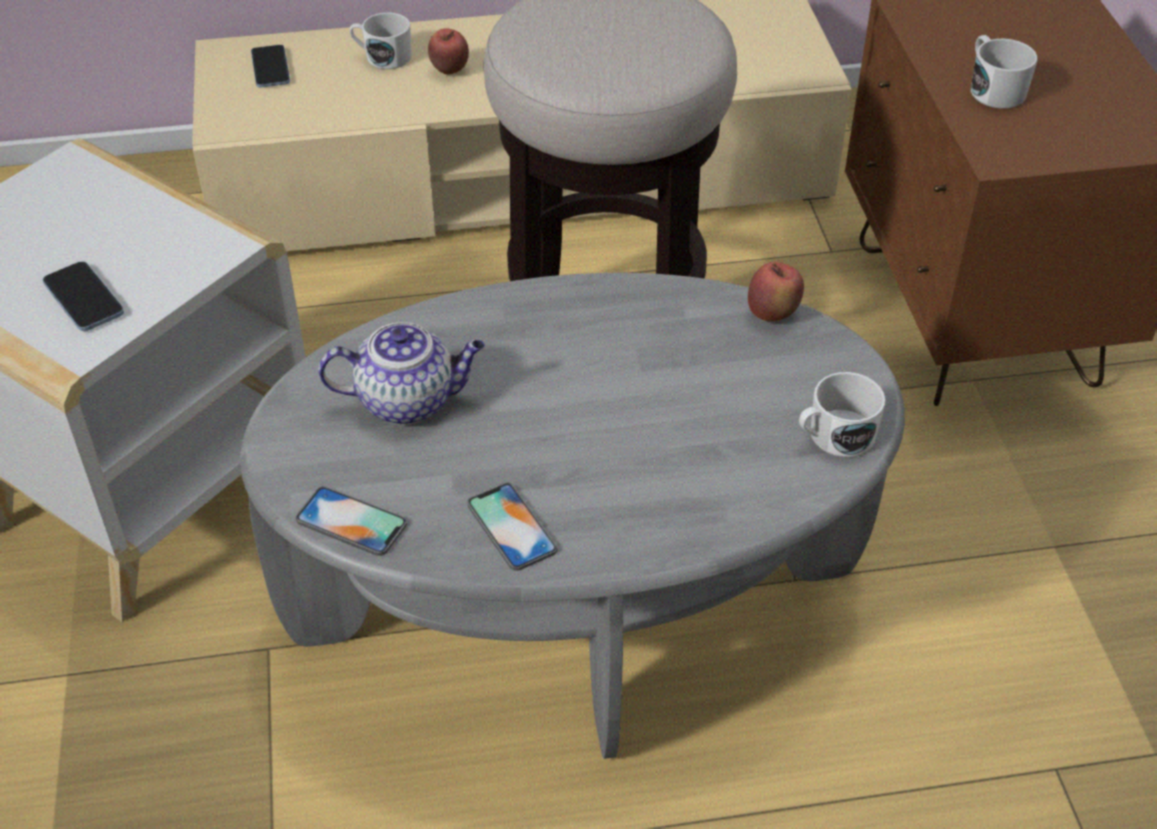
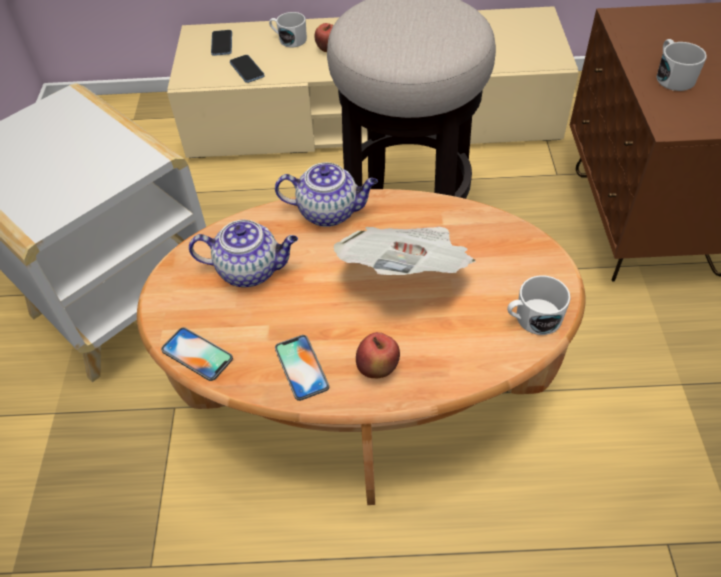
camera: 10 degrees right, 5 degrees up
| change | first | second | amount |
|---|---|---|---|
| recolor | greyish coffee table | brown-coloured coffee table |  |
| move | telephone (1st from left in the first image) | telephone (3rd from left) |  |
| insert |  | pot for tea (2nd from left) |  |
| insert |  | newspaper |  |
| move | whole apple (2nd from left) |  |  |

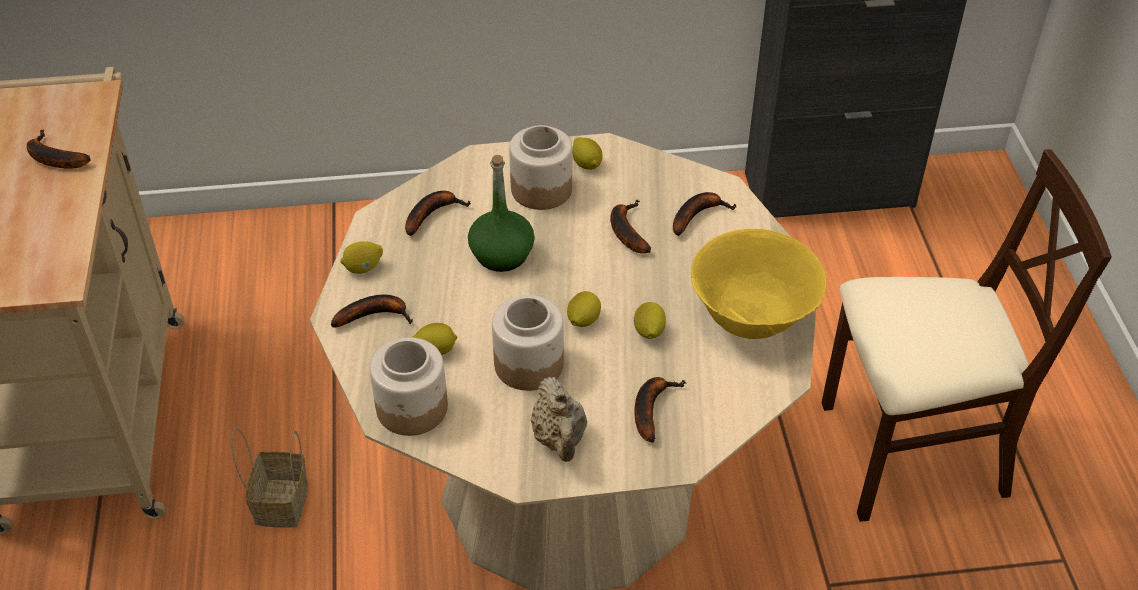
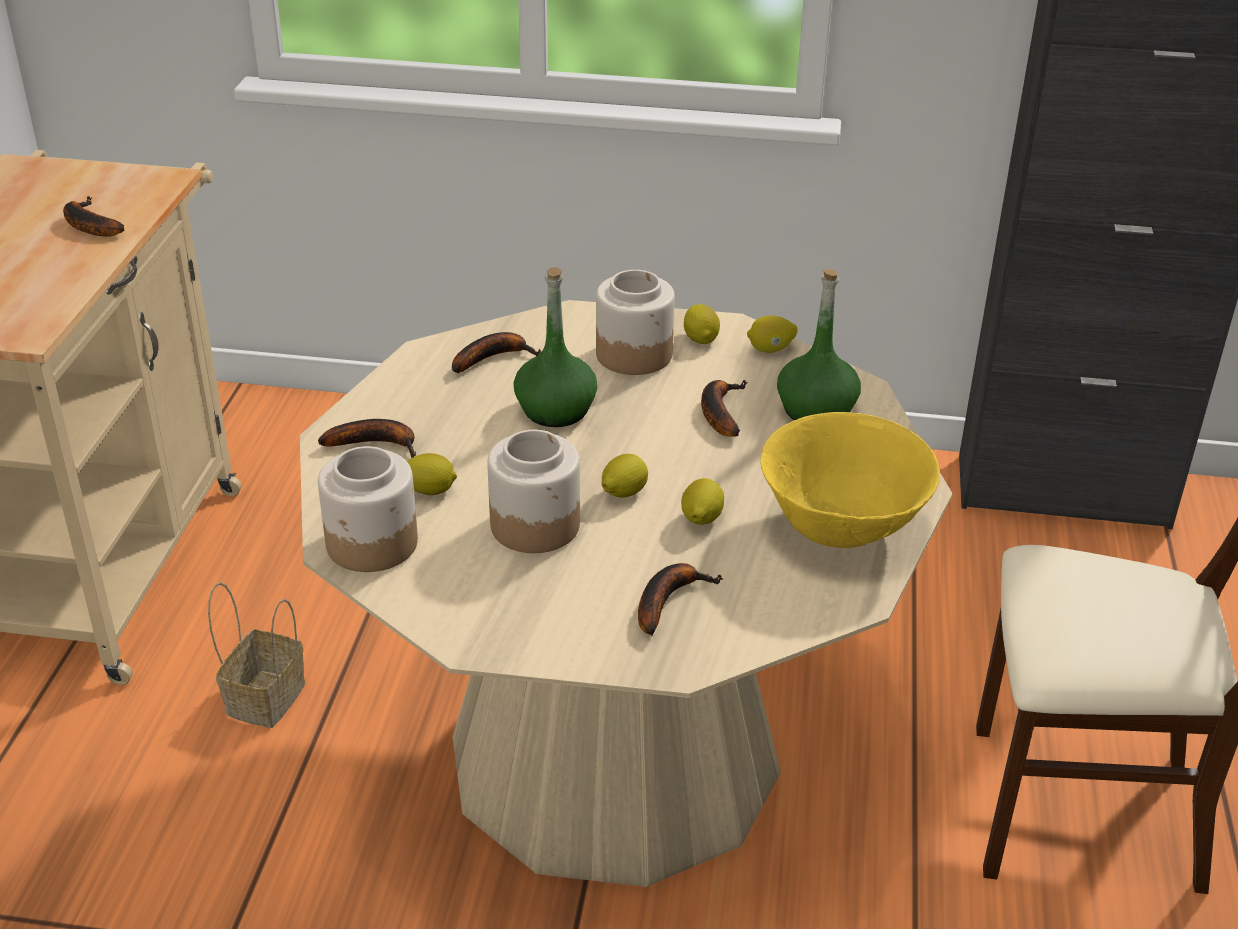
camera: 15 degrees right, 10 degrees down
| change | first | second | amount |
|---|---|---|---|
| move | whole lemon (1st from left in the first image) | whole lemon (5th from left) |  |
| replace | whole banana (6th from left) | green drink bottle (2nd from left) |  |
| delete | beige pot for tea |  |  |

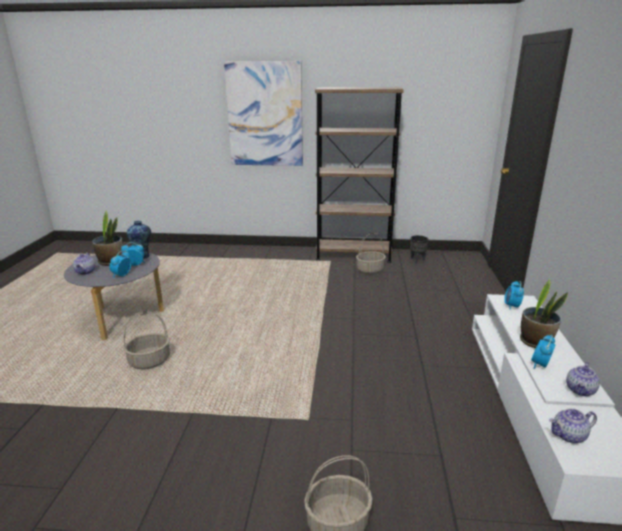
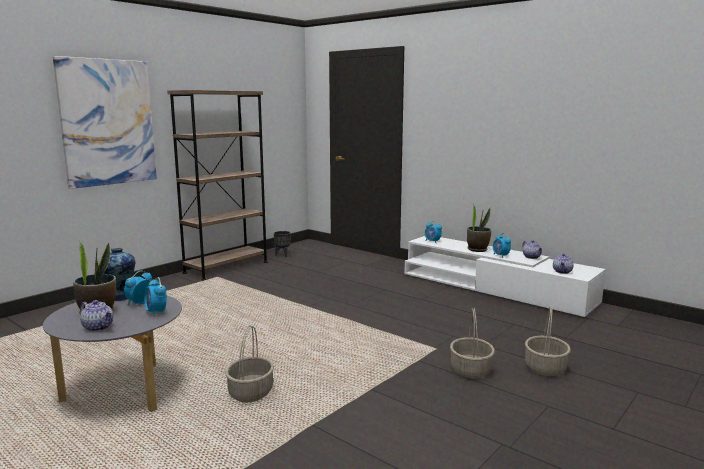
camera: 55 degrees left, 10 degrees down
| change | first | second | amount |
|---|---|---|---|
| move | basket (3rd from left in the first image) | basket (2nd from left) |  |

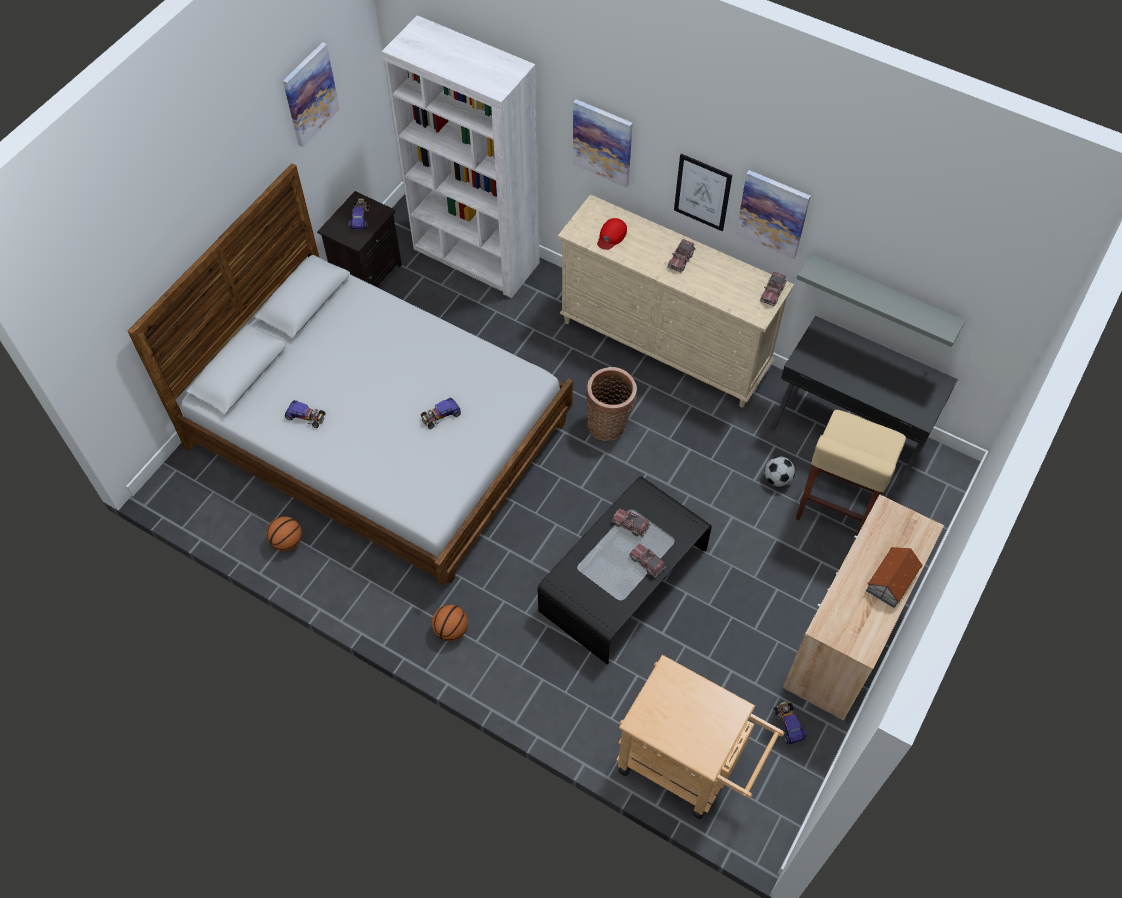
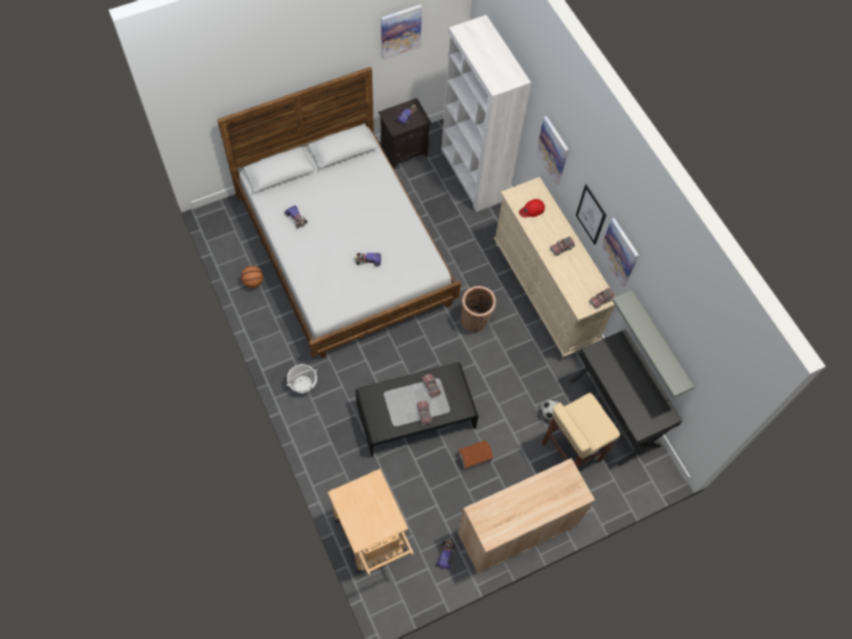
camera: 30 degrees right, 5 degrees up
| change | first | second | amount |
|---|---|---|---|
| replace | ball for basketball (2nd from left) | basket (1st from left) |  |
| move | miniature house |  |  |

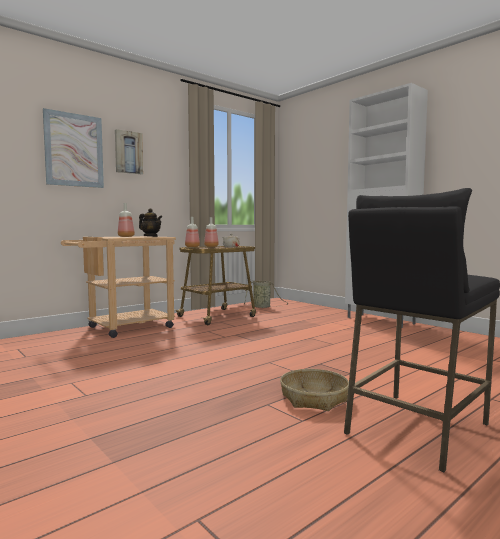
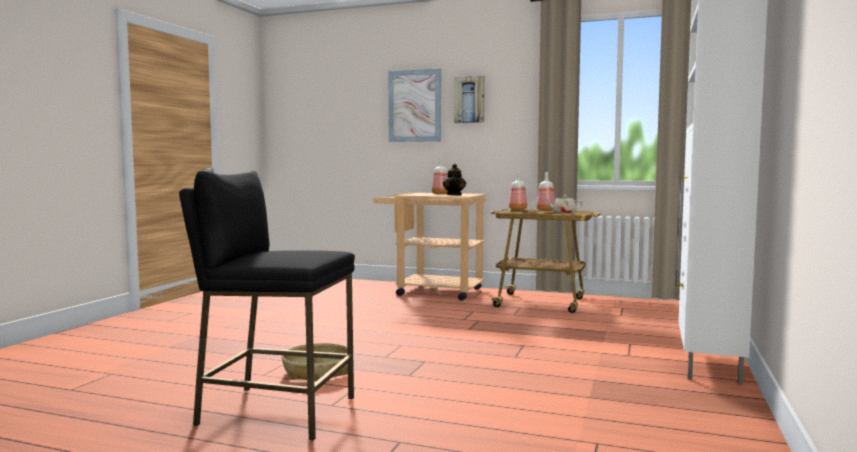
camera: 60 degrees right, 0 degrees up
| change | first | second | amount |
|---|---|---|---|
| delete | basket (1st from left) |  |  |

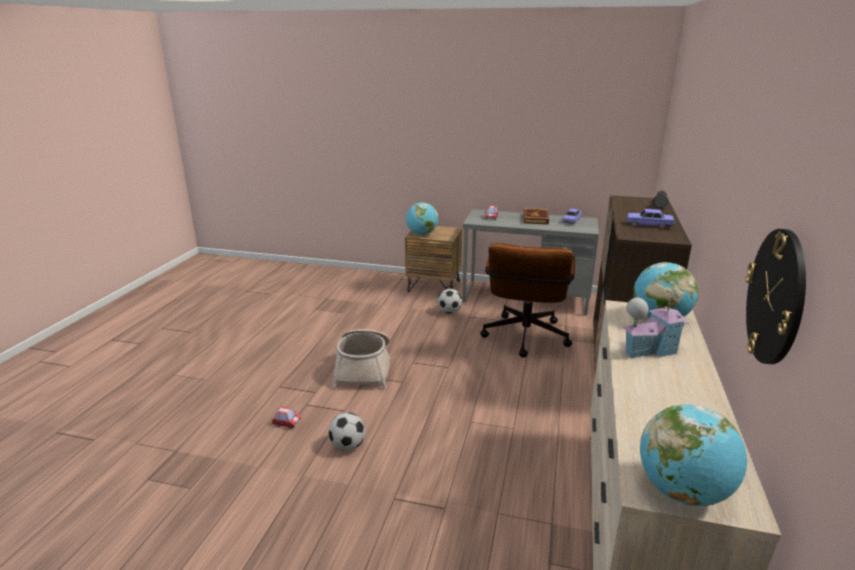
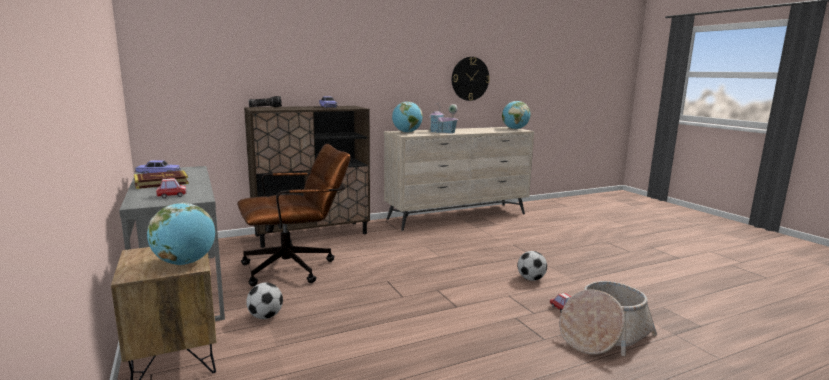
camera: 130 degrees left, 10 degrees down
| change | first | second | amount |
|---|---|---|---|
| move | basket |  |  |

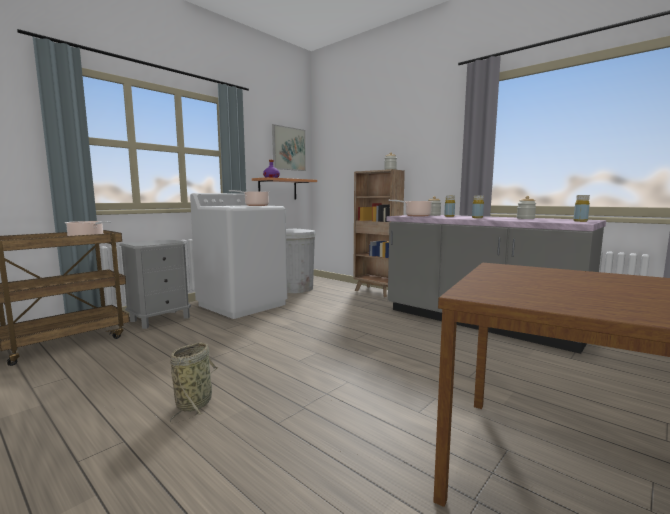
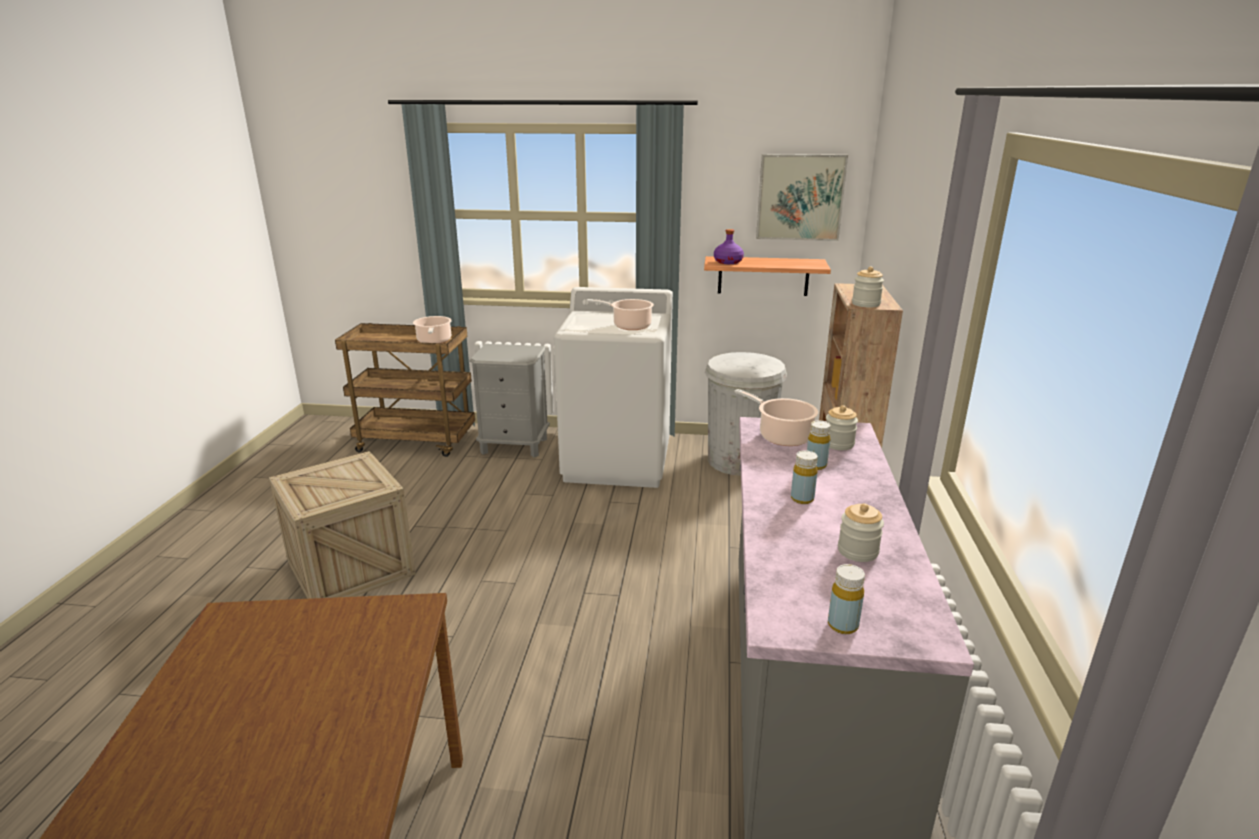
camera: 55 degrees right, 15 degrees up
| change | first | second | amount |
|---|---|---|---|
| replace | basket | crate |  |

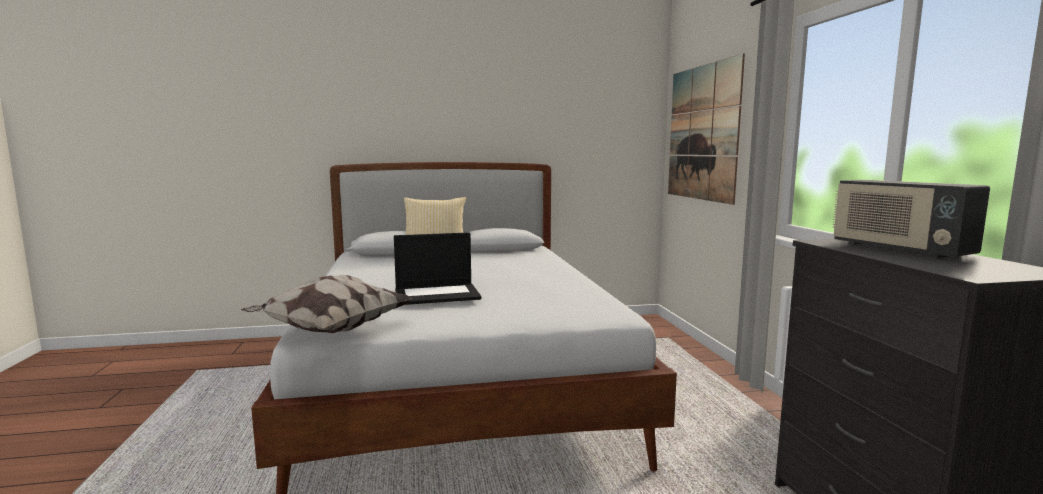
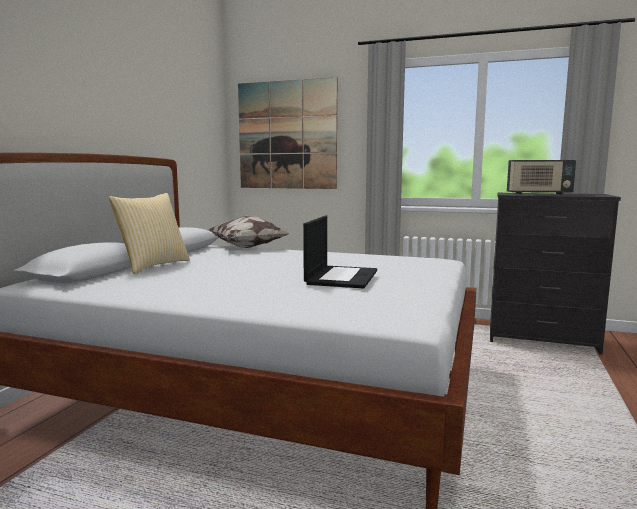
camera: 60 degrees left, 0 degrees up
| change | first | second | amount |
|---|---|---|---|
| move | pillow (1st from left in the first image) | pillow (2nd from left) |  |

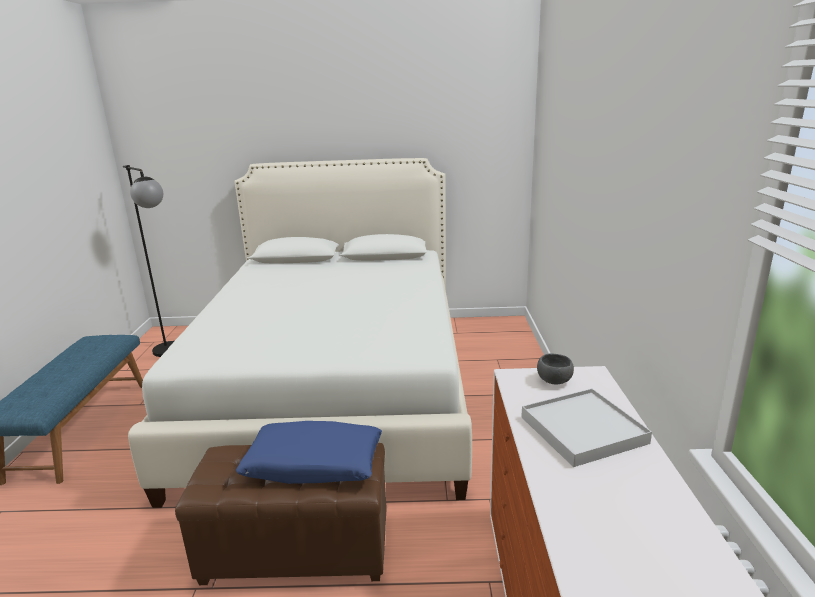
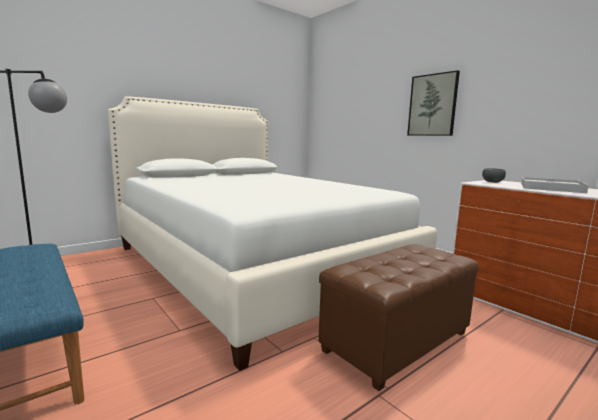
camera: 40 degrees left, 10 degrees down
| change | first | second | amount |
|---|---|---|---|
| insert |  | picture |  |
| delete | bluish pillow |  |  |

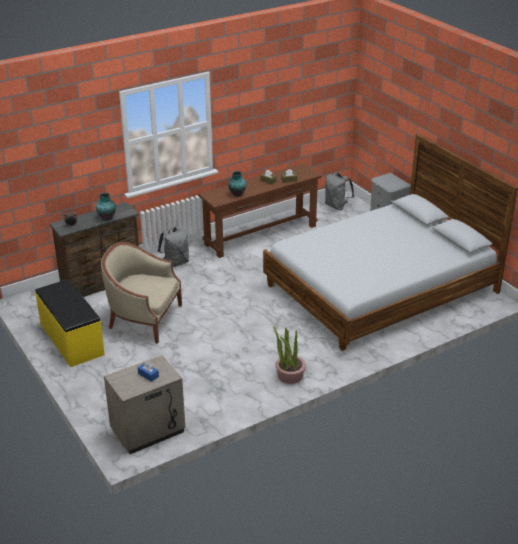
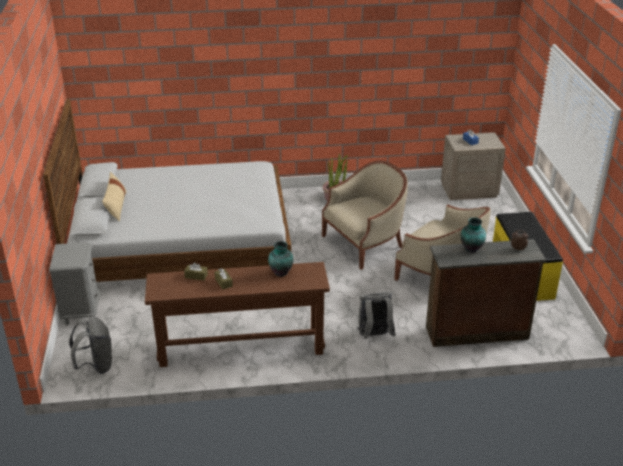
camera: 155 degrees left, 0 degrees up
| change | first | second | amount |
|---|---|---|---|
| insert |  | beige pillow |  |
| insert |  | beige easy chair (1st from left) |  |

